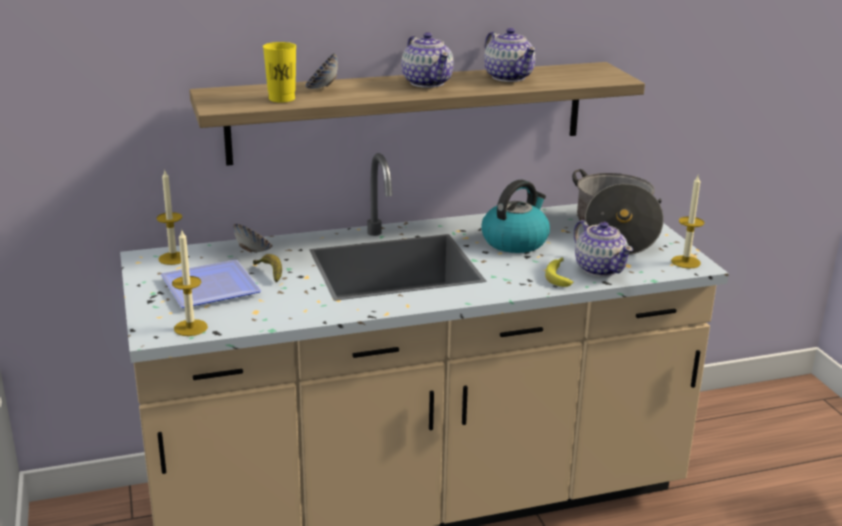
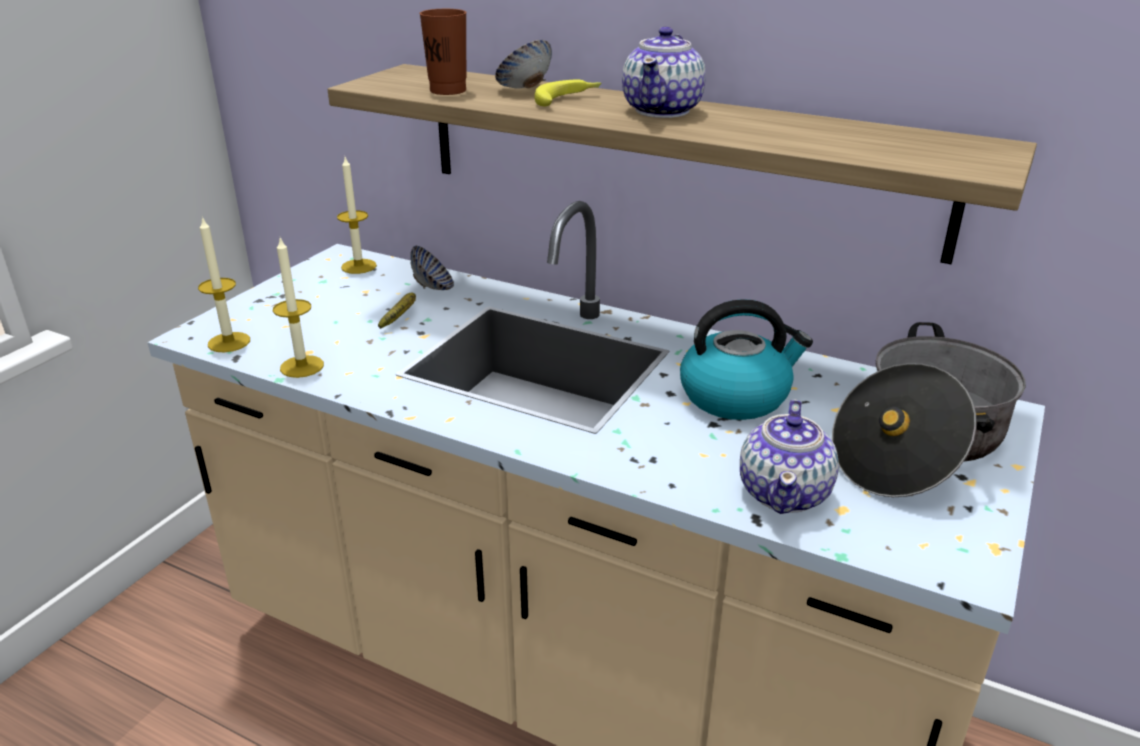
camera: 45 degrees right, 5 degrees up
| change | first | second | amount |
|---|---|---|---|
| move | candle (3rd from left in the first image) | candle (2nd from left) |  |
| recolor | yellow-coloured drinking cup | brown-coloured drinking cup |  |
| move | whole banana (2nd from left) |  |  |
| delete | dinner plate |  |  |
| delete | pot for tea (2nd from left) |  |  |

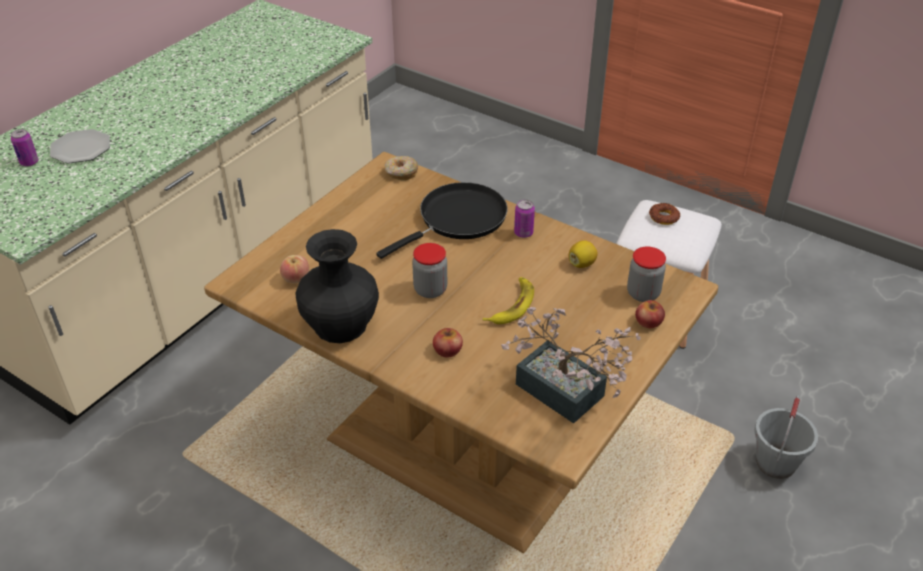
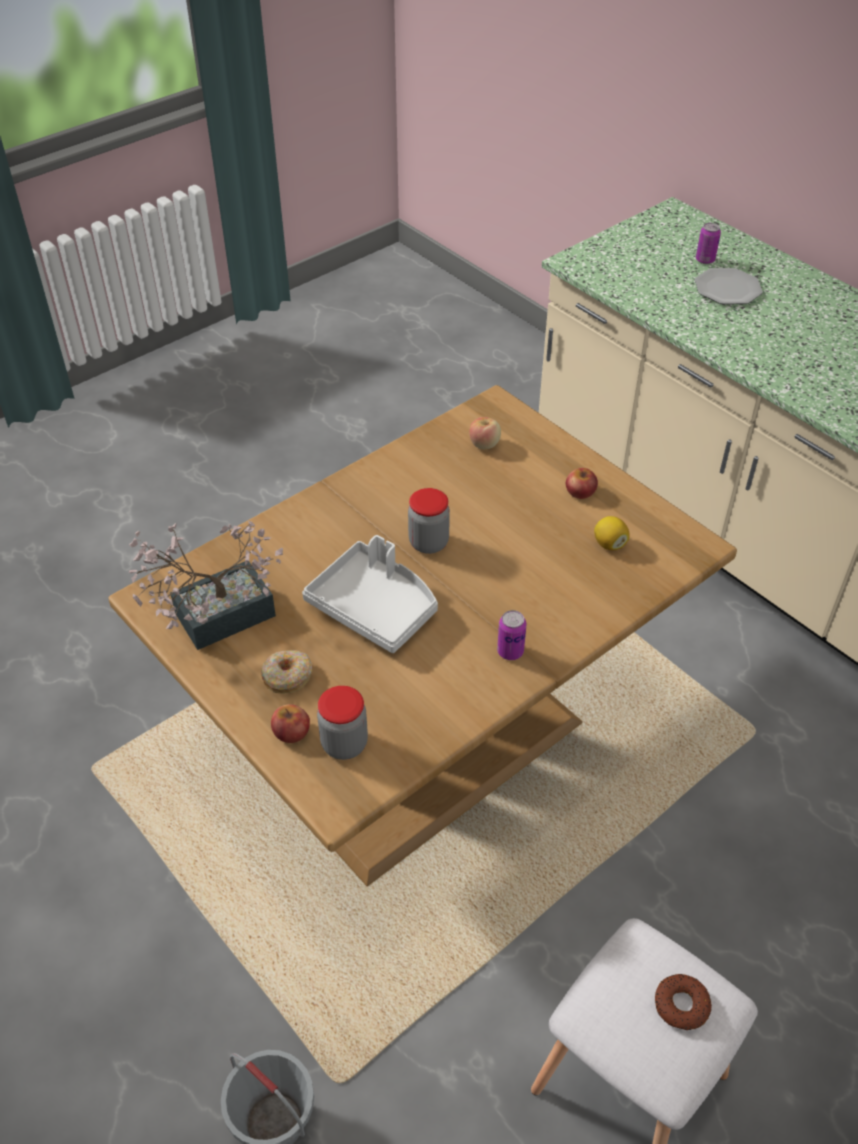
camera: 105 degrees right, 5 degrees up
| change | first | second | amount |
|---|---|---|---|
| move | donut (1st from left) |  |  |
| replace | whole banana | greyish serving tray |  |
| move | whole apple (2nd from left in the first image) | whole apple (3rd from left) |  |
| move | whole lemon |  |  |
| delete | blackish decorative vase |  |  |
| delete | blackish pan |  |  |

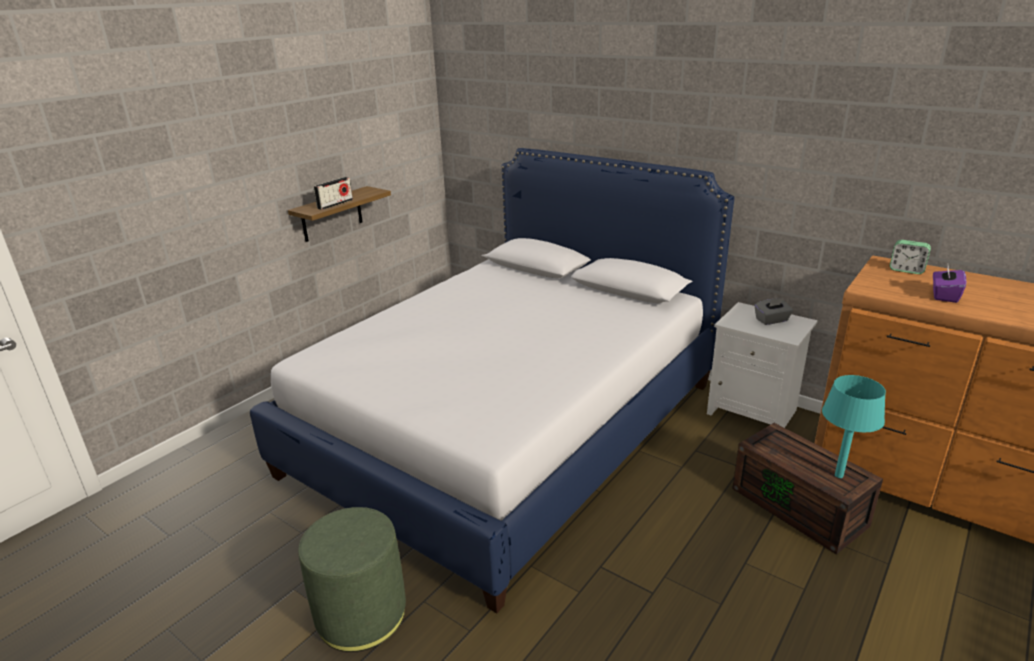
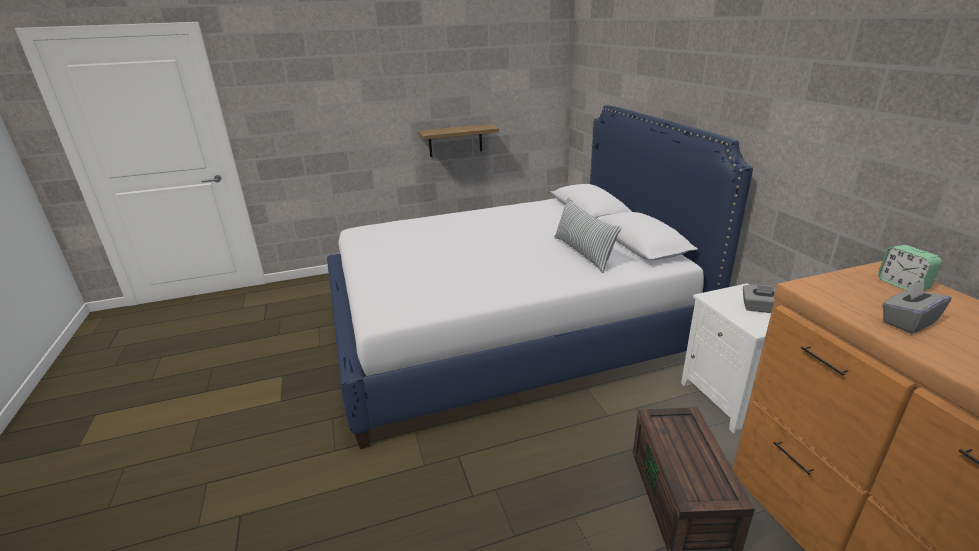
camera: 35 degrees right, 0 degrees up
| change | first | second | amount |
|---|---|---|---|
| insert |  | pillow |  |
| recolor | purple-coloured tissue holder | greyish tissue holder (2nd from left) |  |
| delete | green pouffe |  |  |
| delete | radio receiver |  |  |
| delete | turquoise tabletop lamp |  |  |

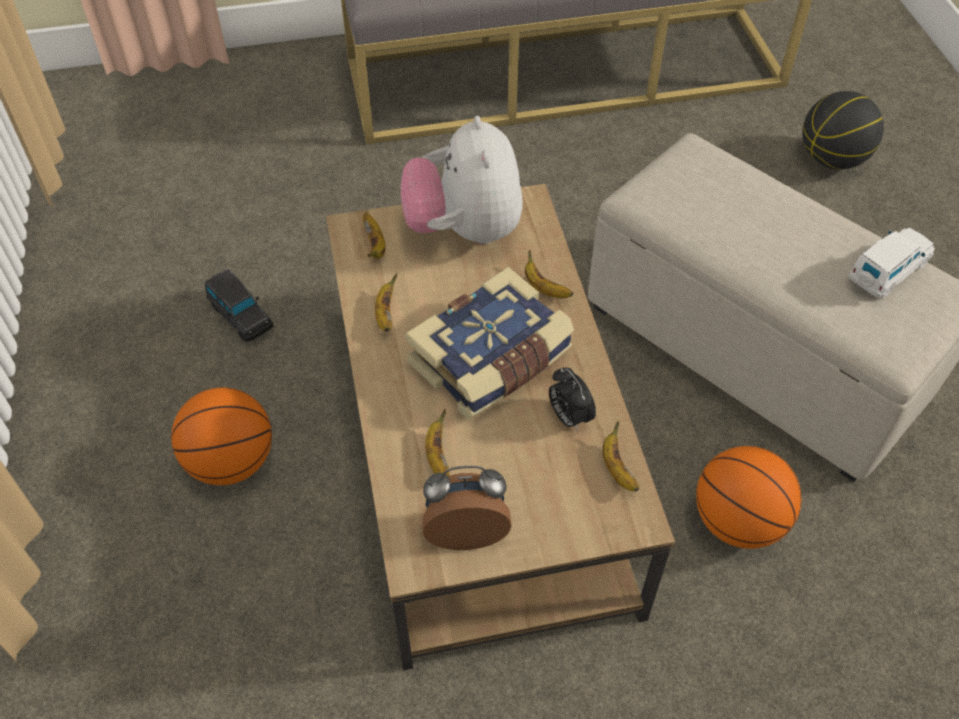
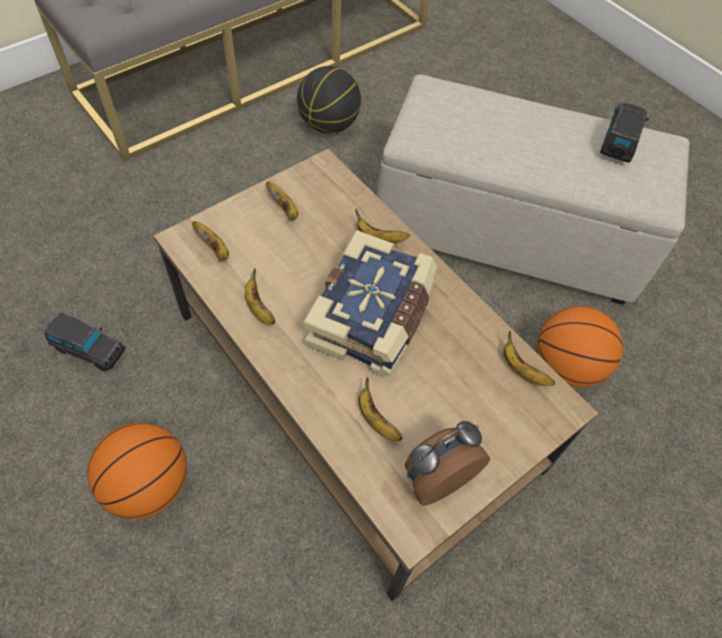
camera: 30 degrees left, 5 degrees up
| change | first | second | amount |
|---|---|---|---|
| replace | soft toy | whole banana (3rd from left) |  |
| move | ball for basketball (3rd from left in the first image) | ball for basketball (2nd from left) |  |
| recolor | whitish toy car | blackish toy car (2nd from left) |  |
| delete | bedside clock (2nd from left) |  |  |

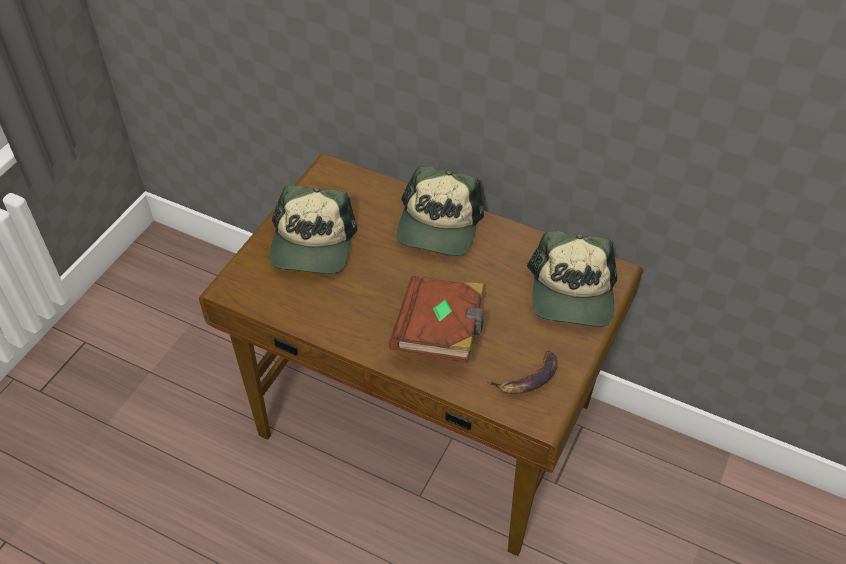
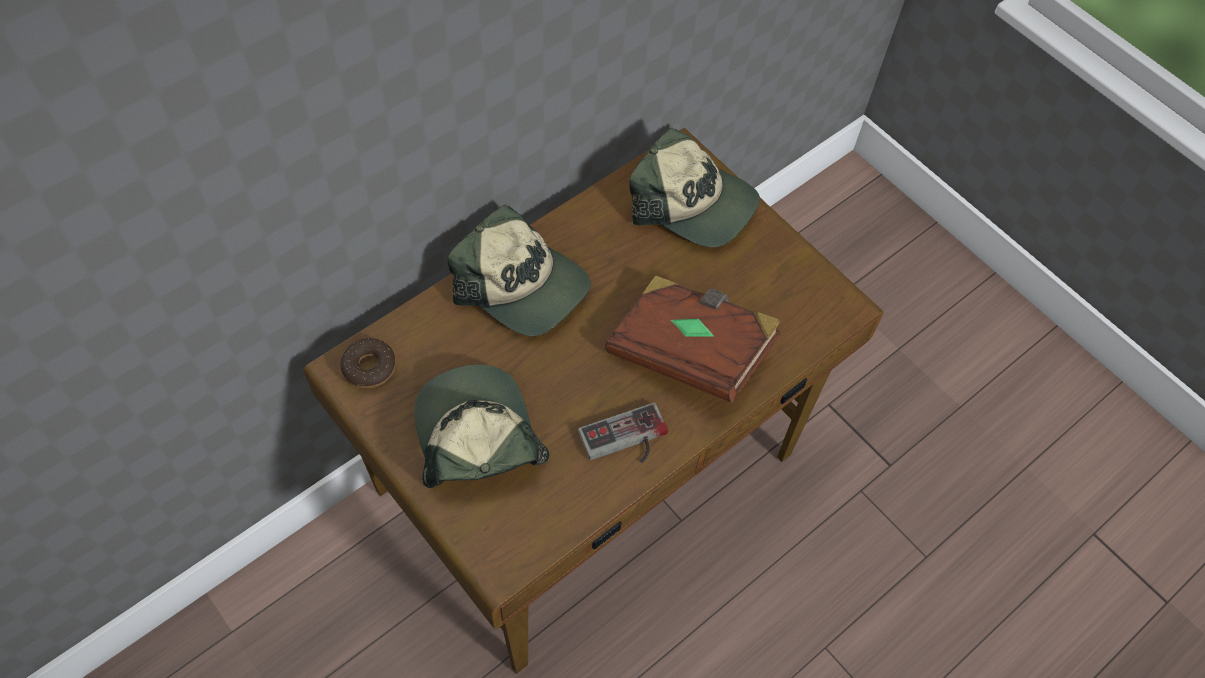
camera: 70 degrees left, 10 degrees up
| change | first | second | amount |
|---|---|---|---|
| insert |  | donut |  |
| rotate | baseball cap (1st from left) |  | 135 degrees counterclockwise |
| insert |  | game controller |  |
| delete | whole banana |  |  |

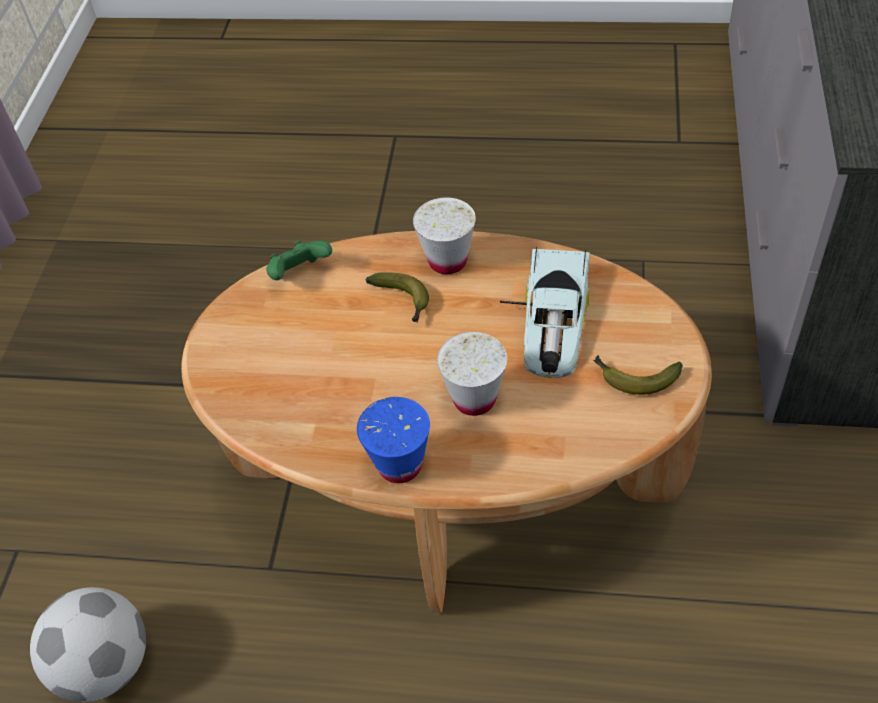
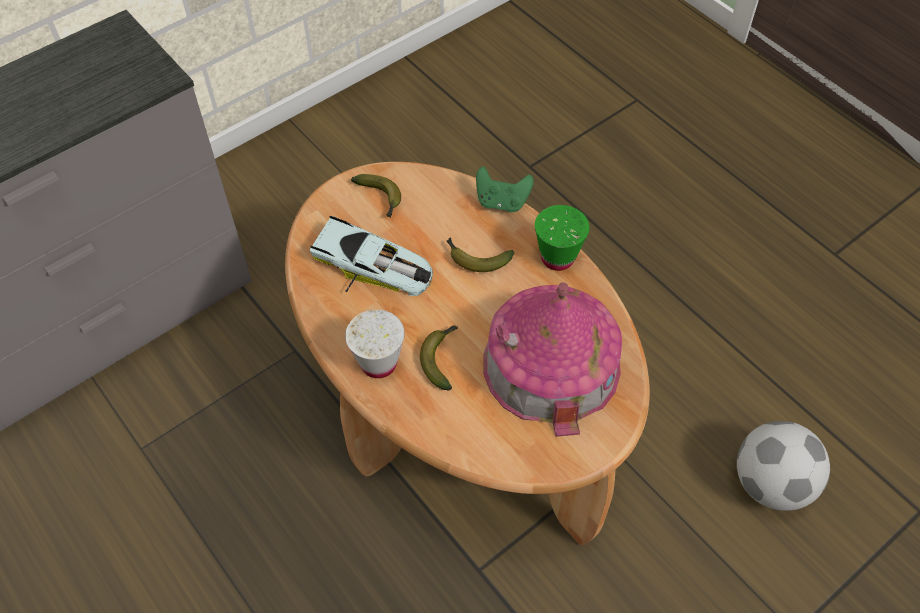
camera: 140 degrees left, 5 degrees up
| change | first | second | amount |
|---|---|---|---|
| rotate | toy car |  | 60 degrees clockwise |
| replace | whitish drinking cup (2nd from left) | whole banana (3rd from left) |  |
| move | green game controller |  |  |
| insert |  | miniature house |  |
| recolor | bluish drinking cup | green drinking cup |  |

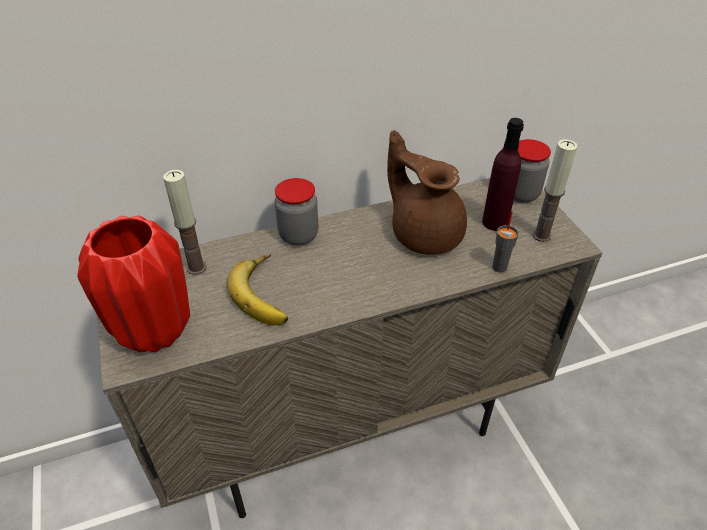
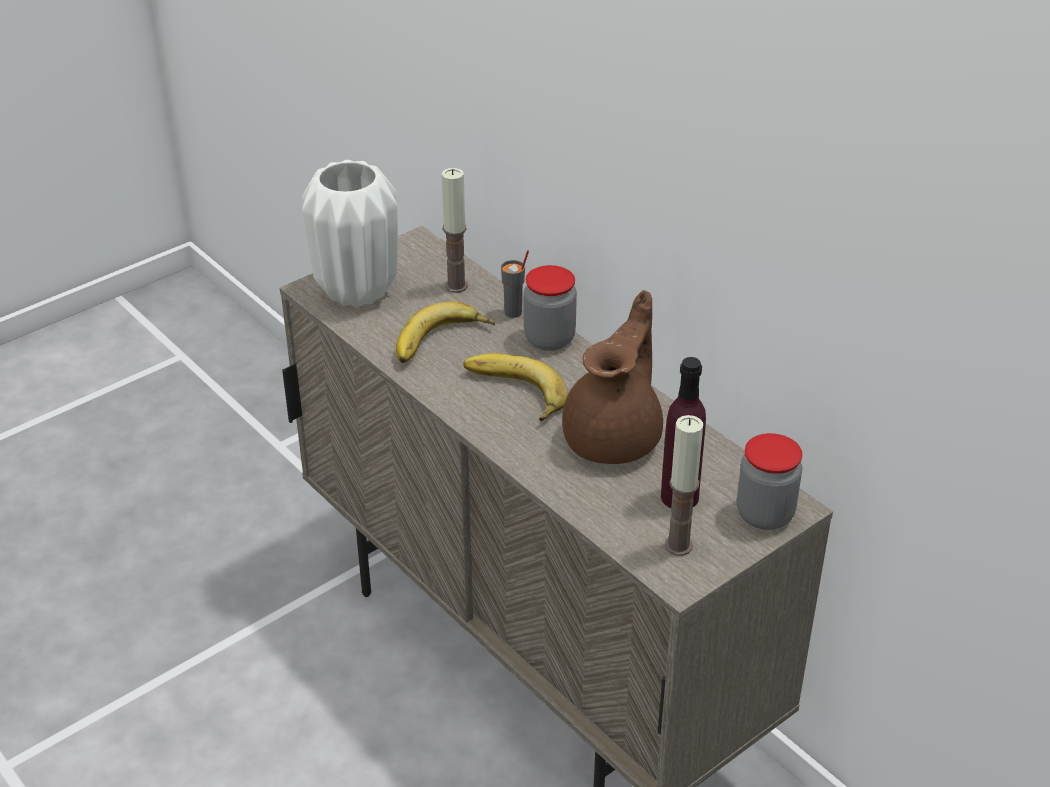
camera: 70 degrees right, 5 degrees down
| change | first | second | amount |
|---|---|---|---|
| recolor | red-coloured decorative vase | whitish decorative vase |  |
| insert |  | whole banana (2nd from left) |  |
| move | greyish drinking cup |  |  |

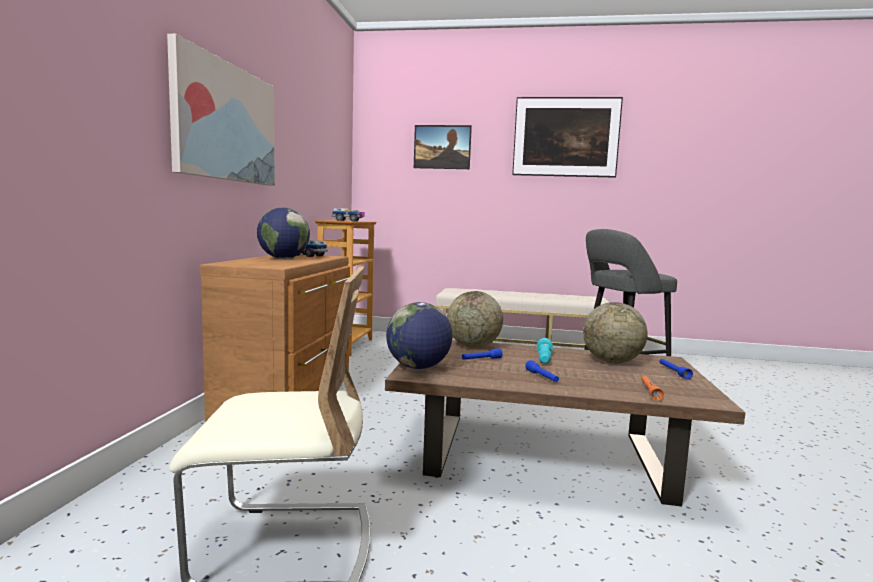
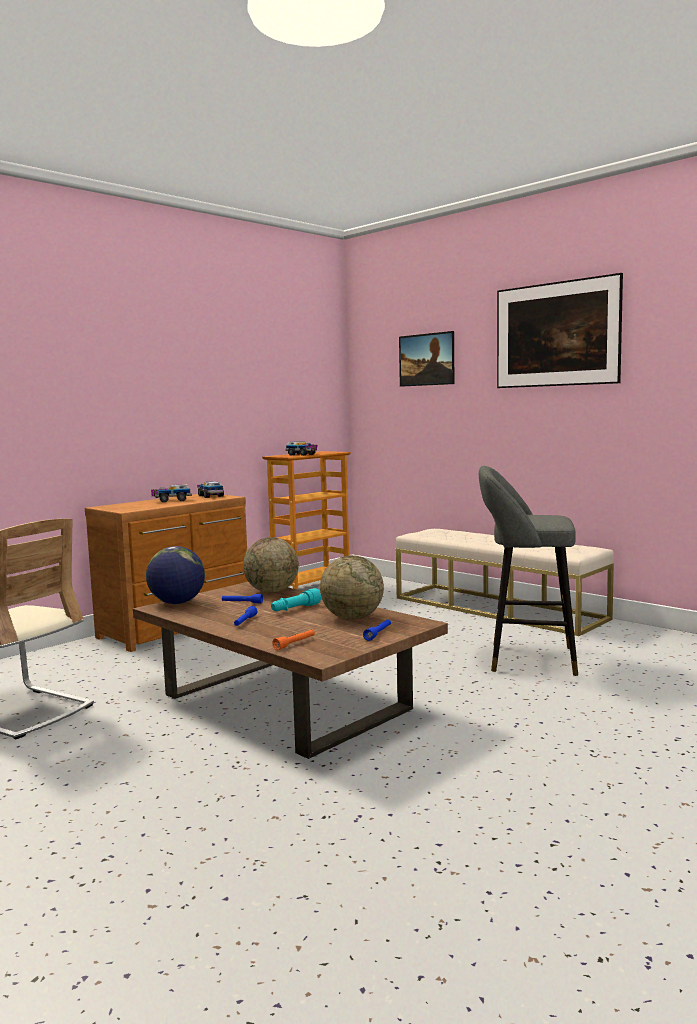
camera: 35 degrees right, 0 degrees up
| change | first | second | amount |
|---|---|---|---|
| replace | world globe (1st from left) | model truck (1st from left) |  |
| delete | picture (1st from left) |  |  |

